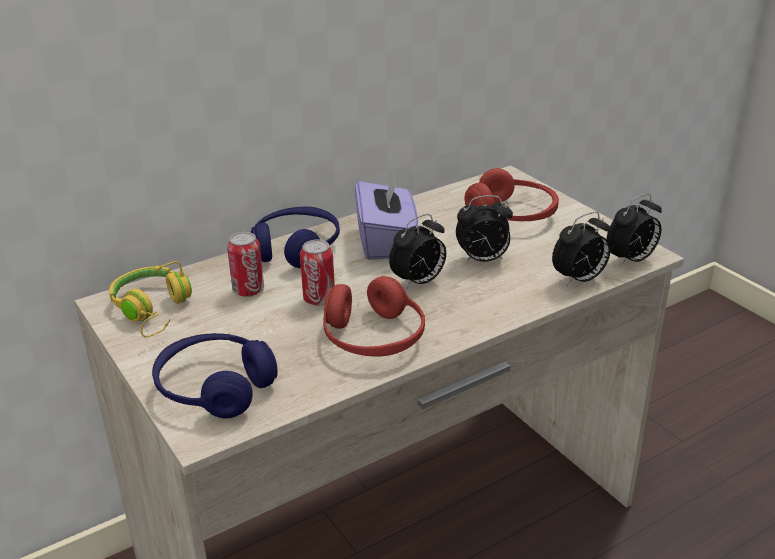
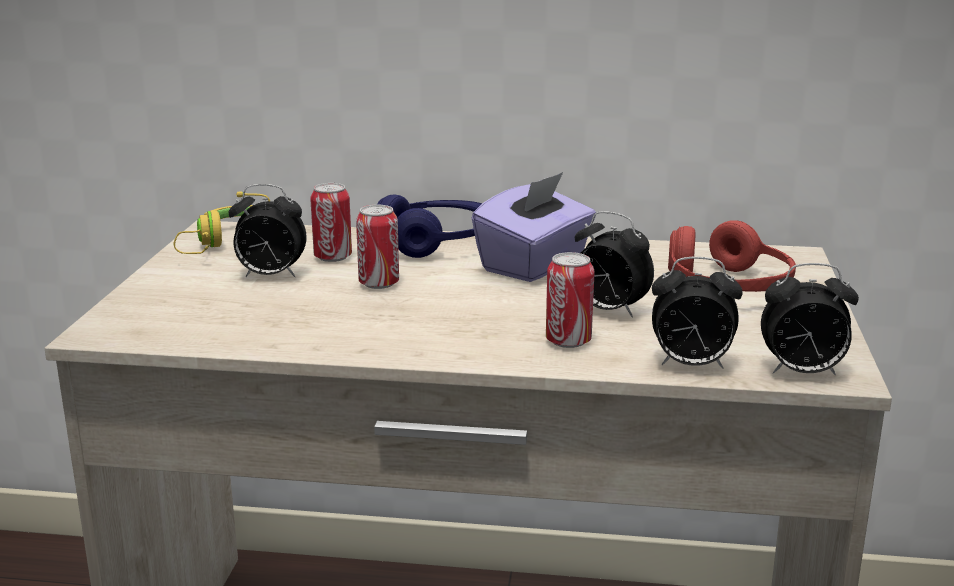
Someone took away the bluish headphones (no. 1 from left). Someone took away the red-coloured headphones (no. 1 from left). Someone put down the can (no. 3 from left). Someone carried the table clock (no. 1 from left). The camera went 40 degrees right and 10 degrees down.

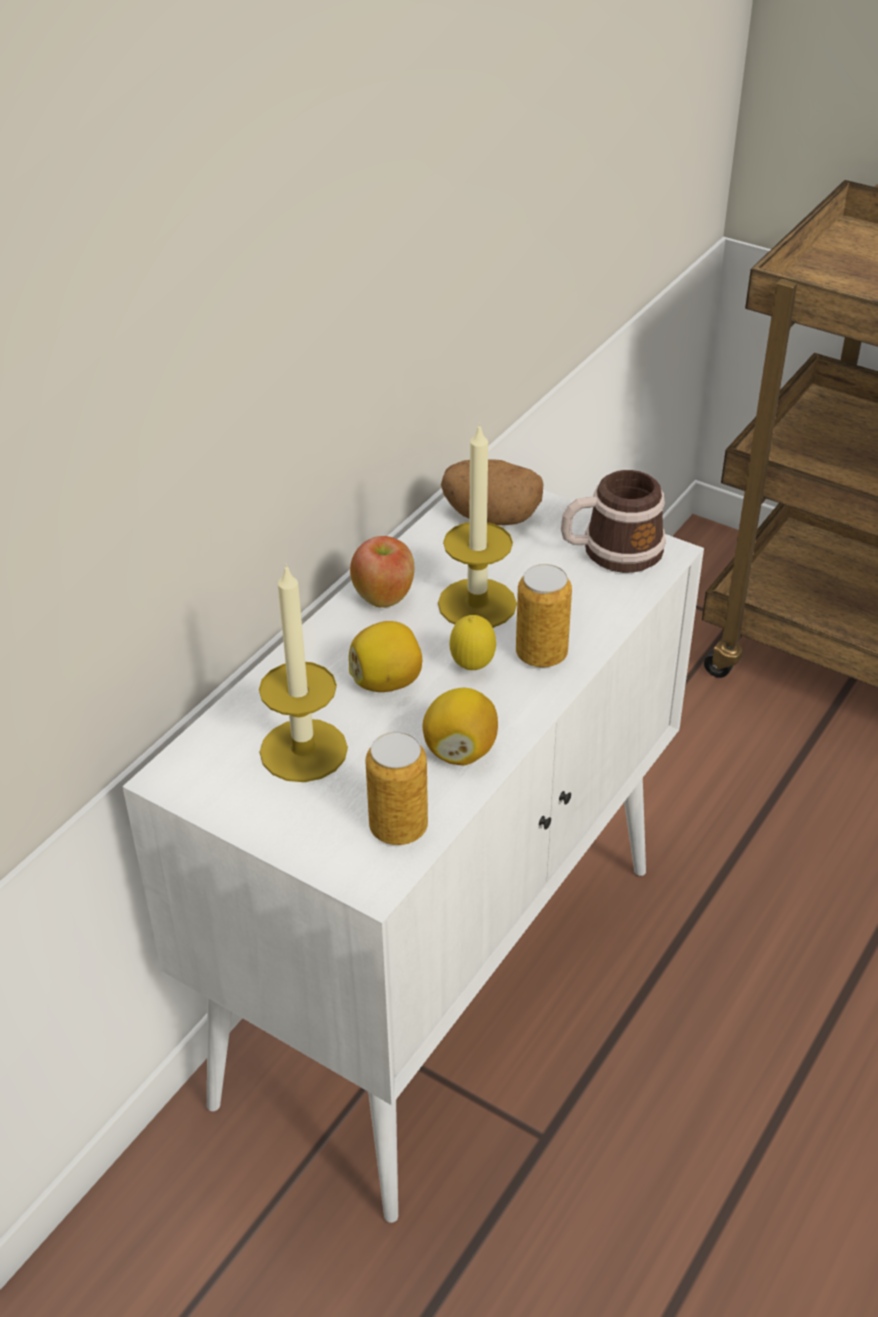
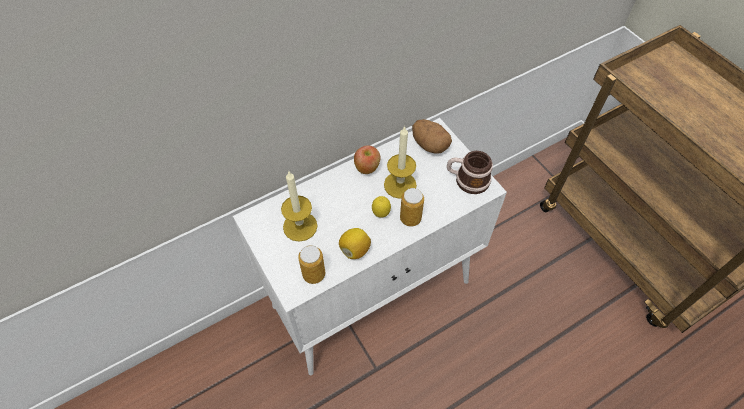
Someone took away the whole lemon (no. 1 from left). The camera went 25 degrees right and 15 degrees up.

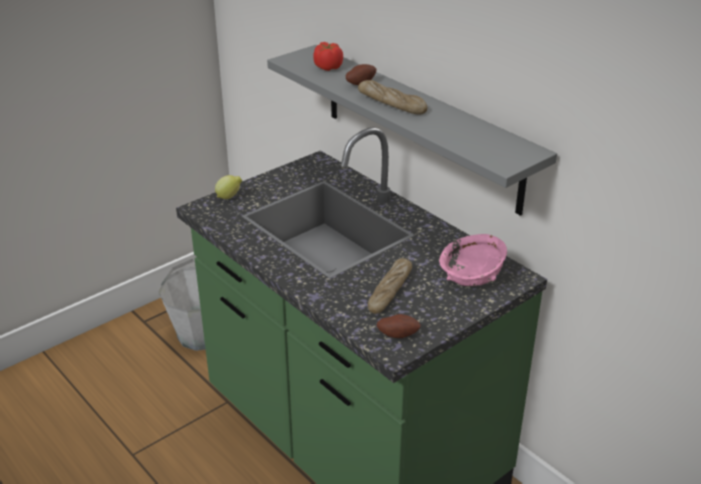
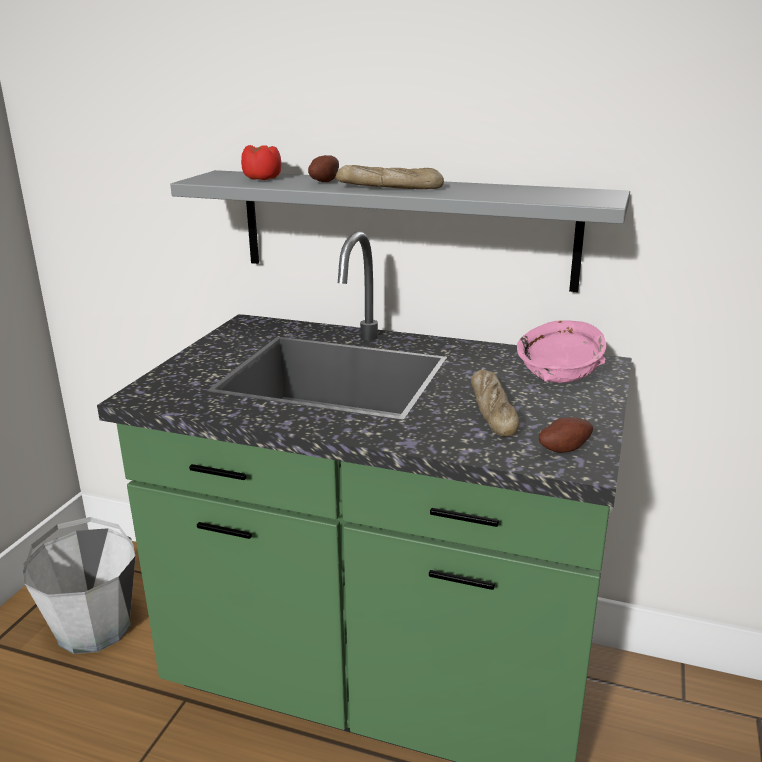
Someone took away the whole lemon. The camera went 30 degrees left and 10 degrees down.

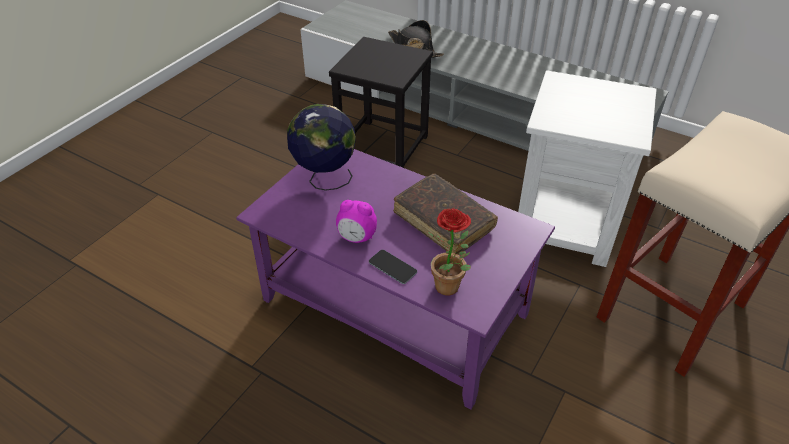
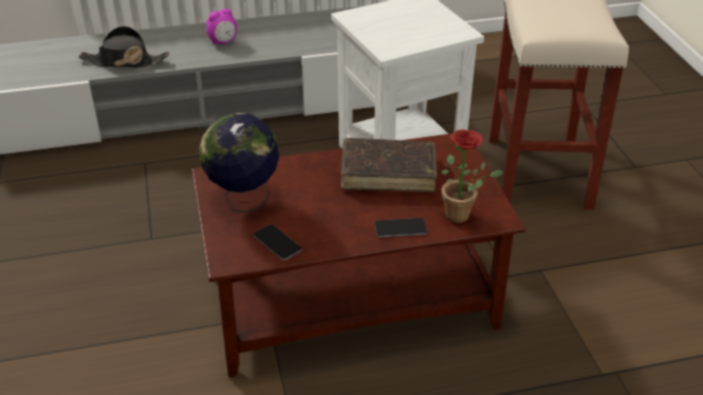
Someone took away the black sitting stool. Someone put down the telephone (no. 1 from left). Someone carried the table clock. Someone repainted the purple coffee table, which became the brownish coffee table. The camera went 45 degrees left and 5 degrees down.

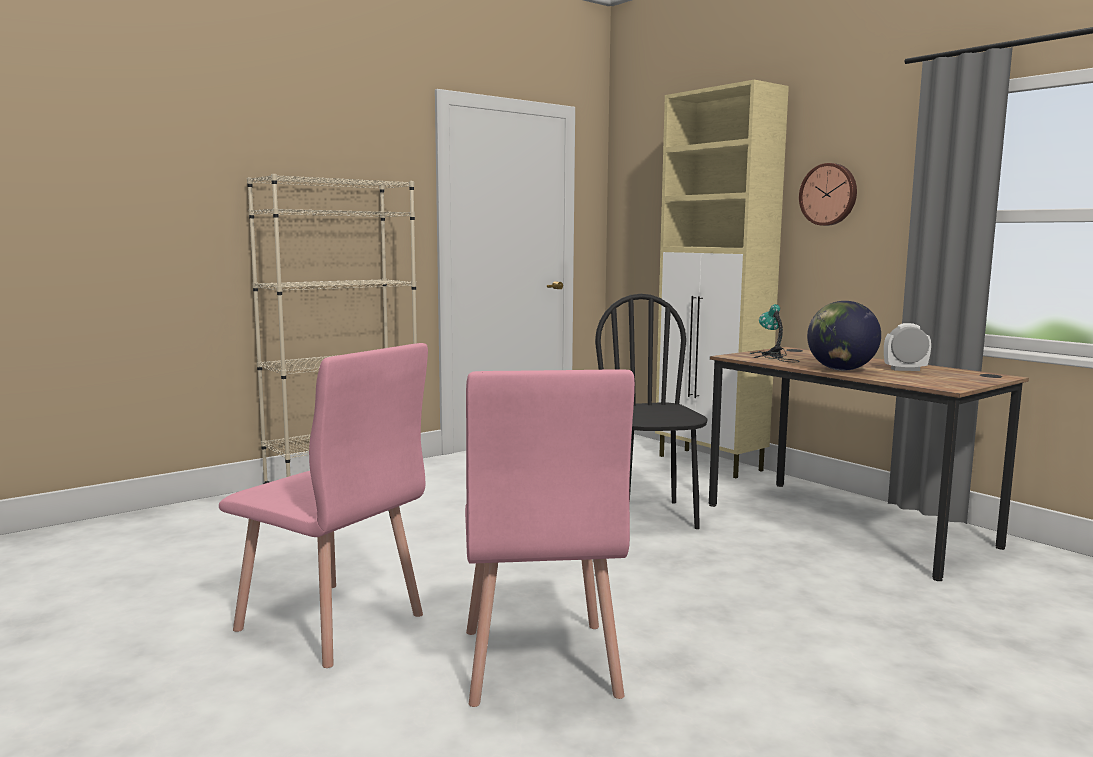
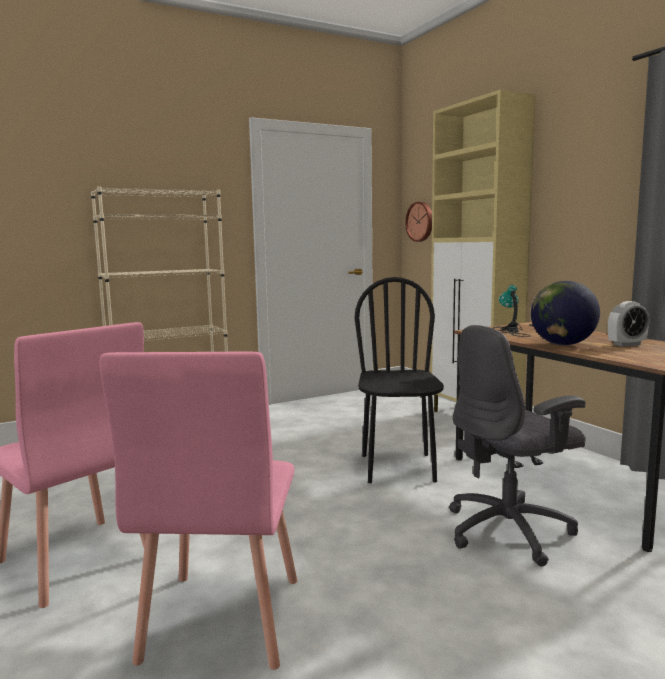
Someone put down the grey desk chair. Someone carried the clock on the wall. Someone rotated the table clock by 150 degrees clockwise. The camera went 10 degrees right and 0 degrees up.

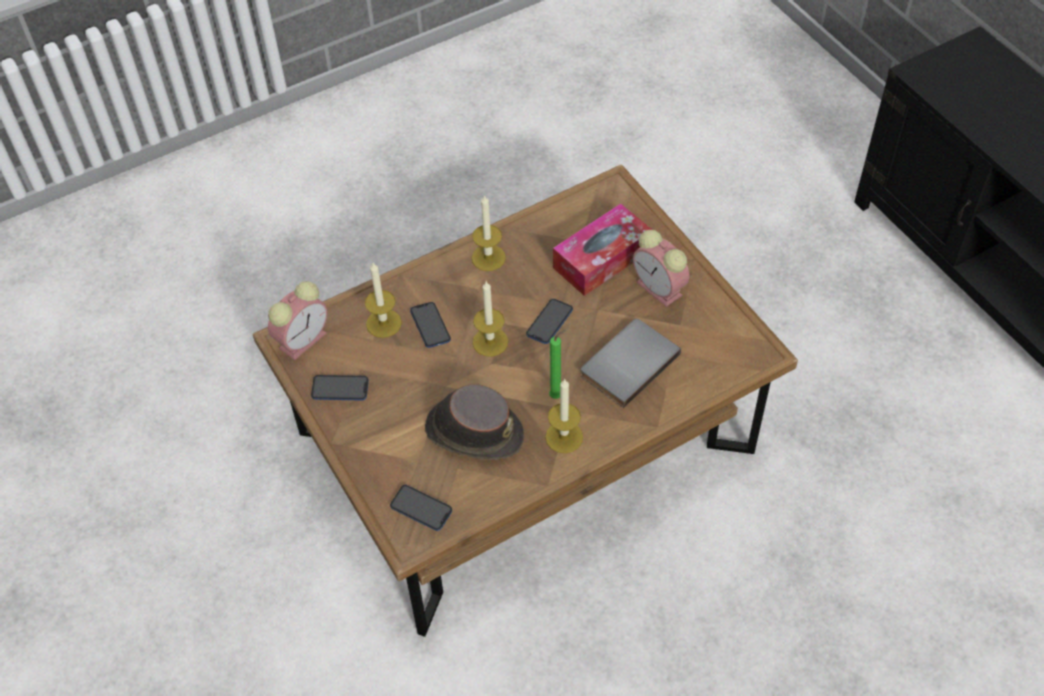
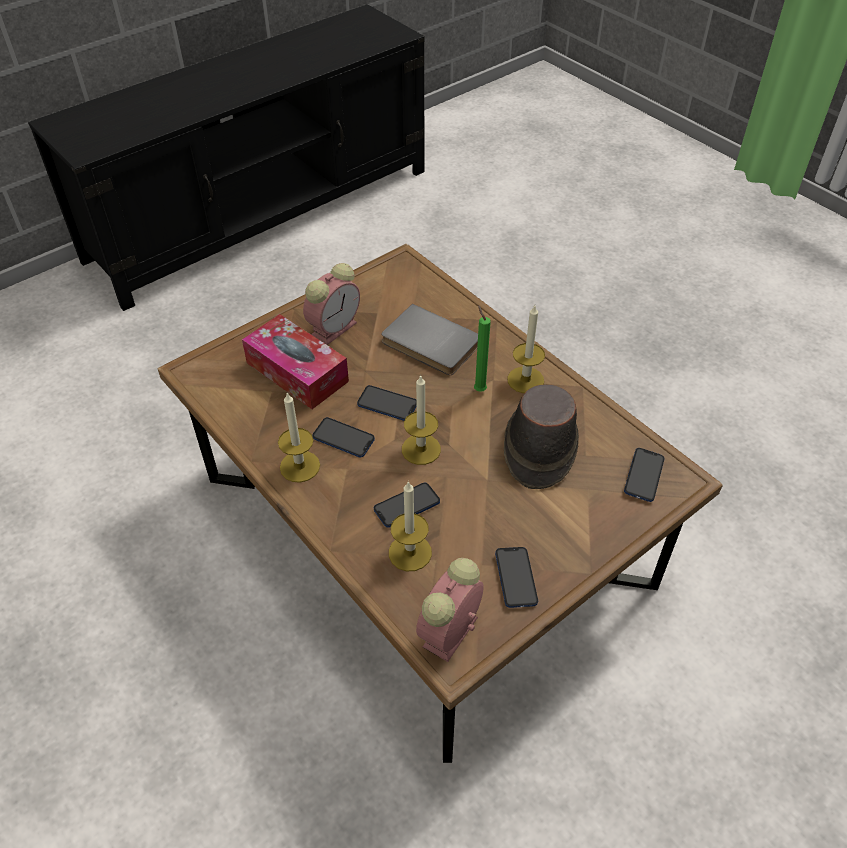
Someone put down the telephone (no. 1 from left). Someone rotated the table clock (no. 1 from left in the first image) by 90 degrees counterclockwise. The camera went 100 degrees left and 5 degrees down.

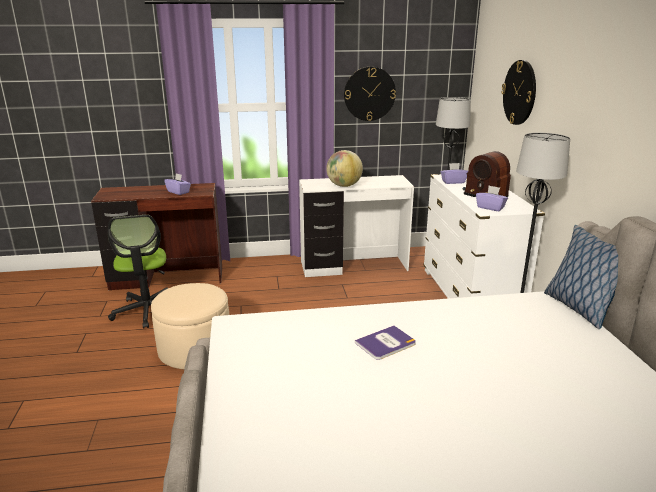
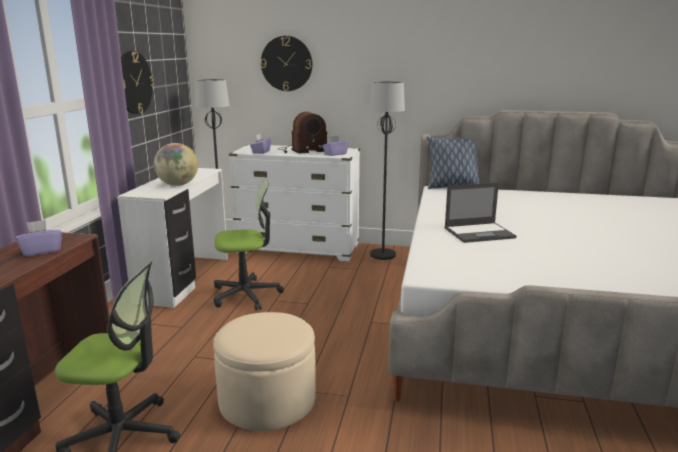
Someone put down the desk chair (no. 2 from left). Someone swapped the book for the portable computer. The camera went 70 degrees left and 5 degrees down.

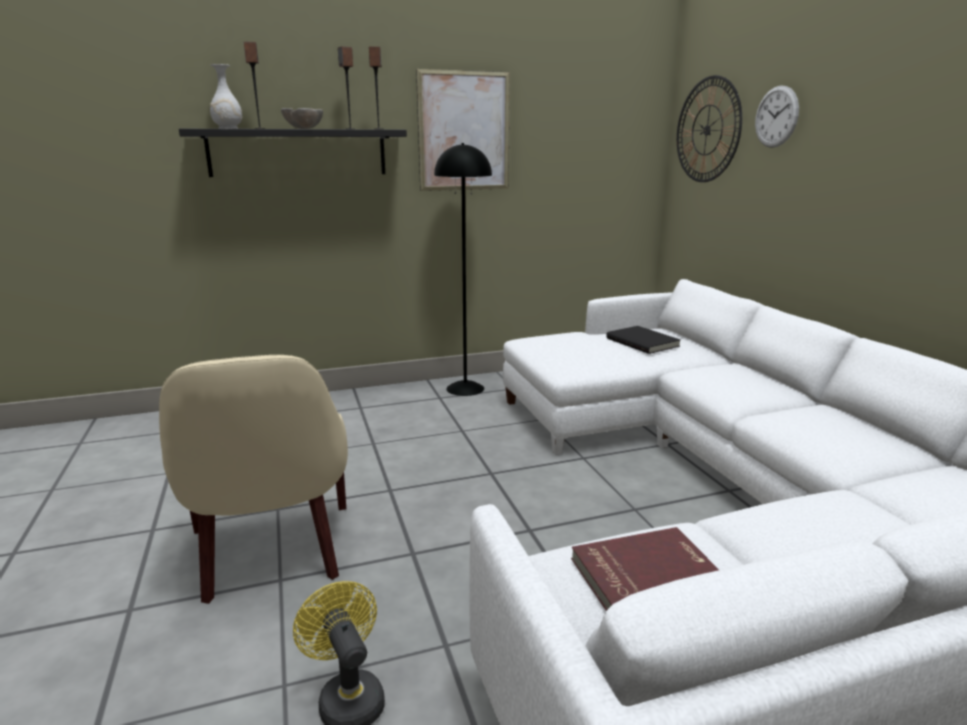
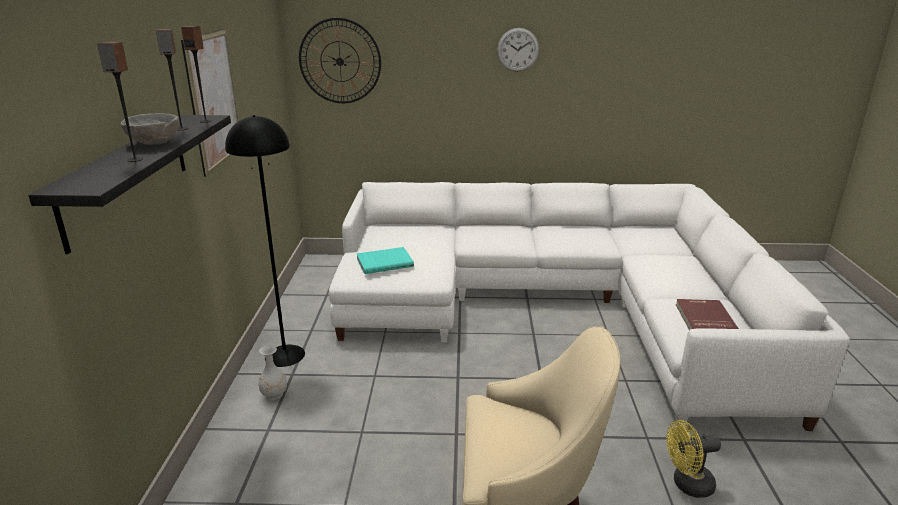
Someone took away the black book. Someone put down the turquoise-coloured book. Someone carried the whitish vase. Someone carried the clock on the wall (no. 2 from left). The camera went 70 degrees left and 5 degrees up.

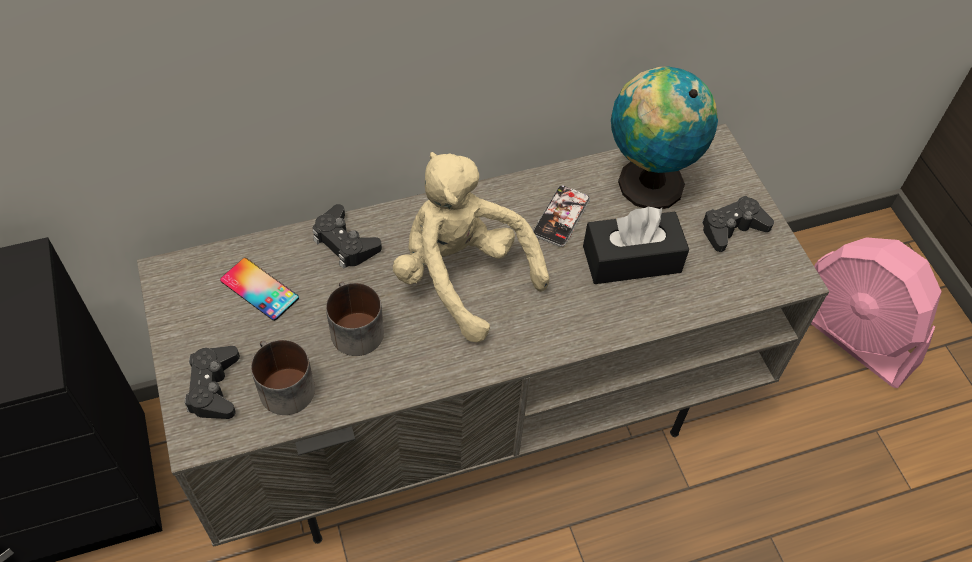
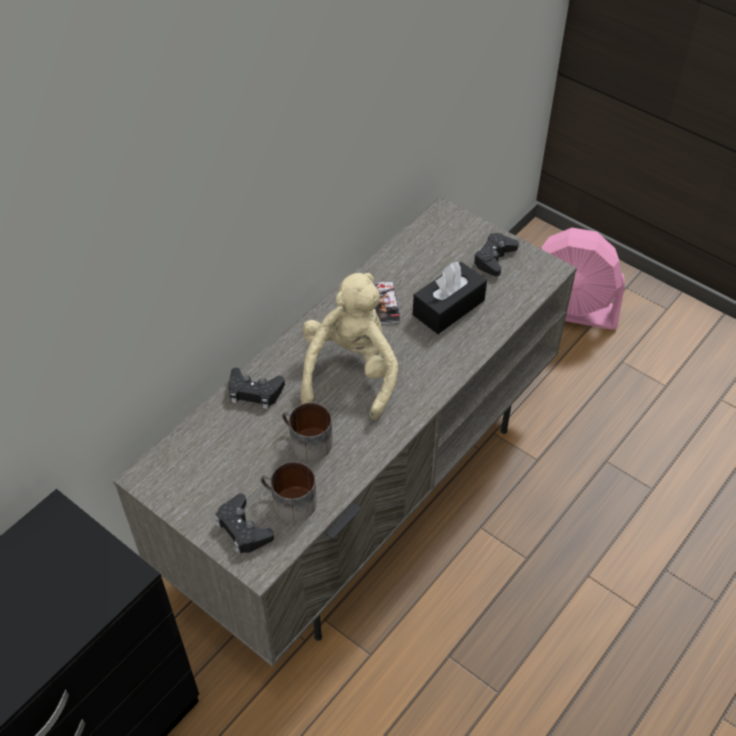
Someone took away the telephone (no. 1 from left). Someone took away the world globe. Someone rotated the beige-coloured plush toy by 90 degrees clockwise. The camera went 30 degrees left and 5 degrees down.

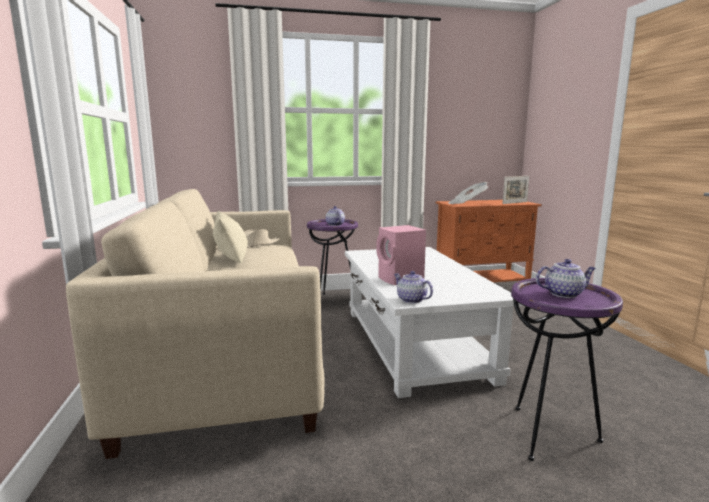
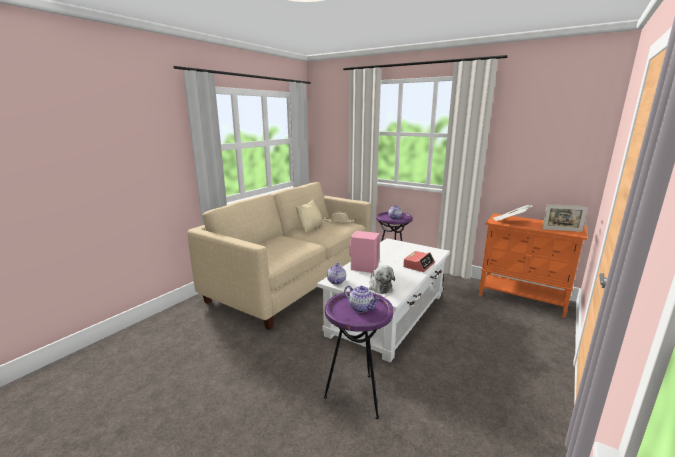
Someone put down the plush toy. Someone put down the table clock. The camera went 45 degrees right and 5 degrees up.

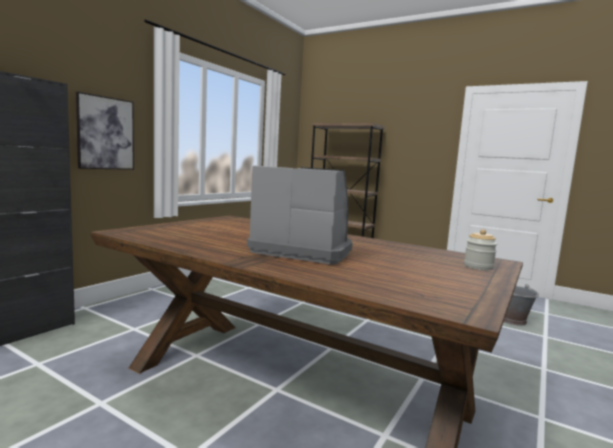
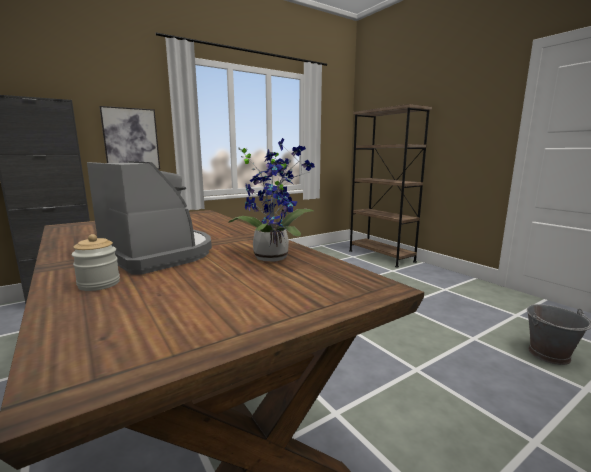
Someone put down the houseplant. Someone carried the jar. The camera went 25 degrees right and 5 degrees up.

